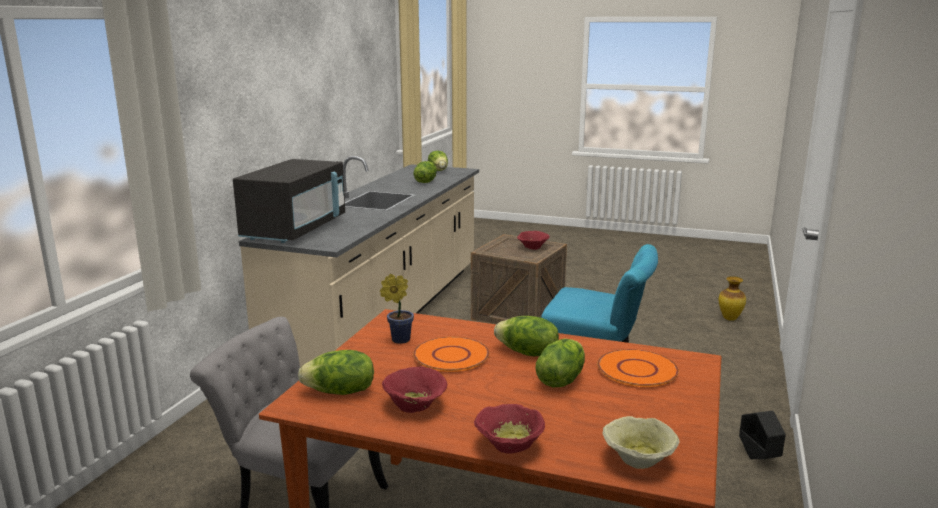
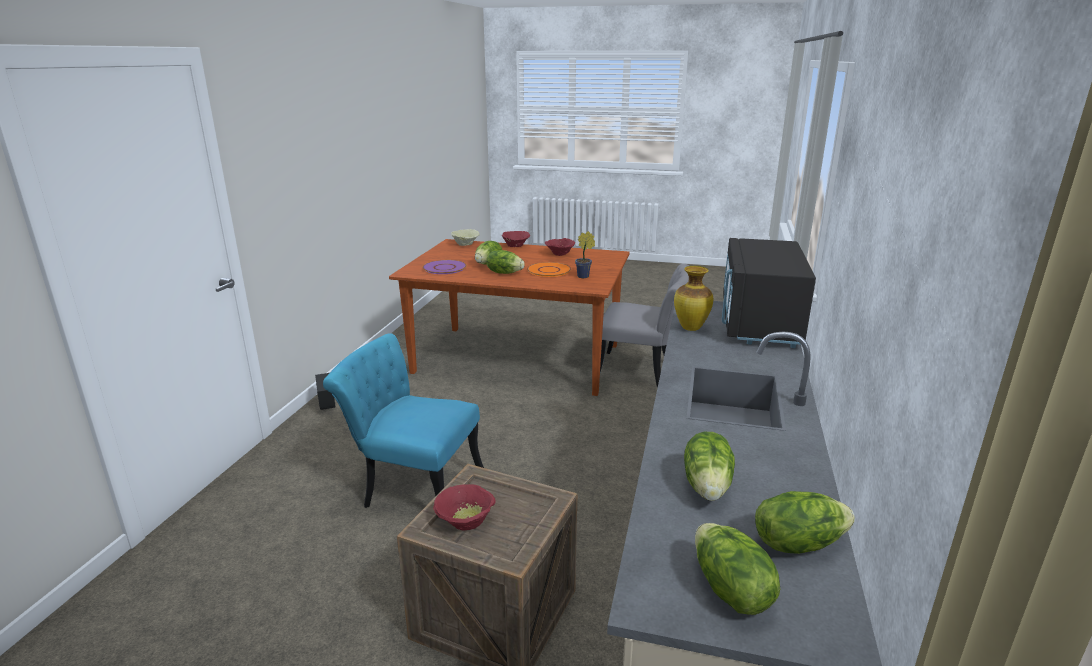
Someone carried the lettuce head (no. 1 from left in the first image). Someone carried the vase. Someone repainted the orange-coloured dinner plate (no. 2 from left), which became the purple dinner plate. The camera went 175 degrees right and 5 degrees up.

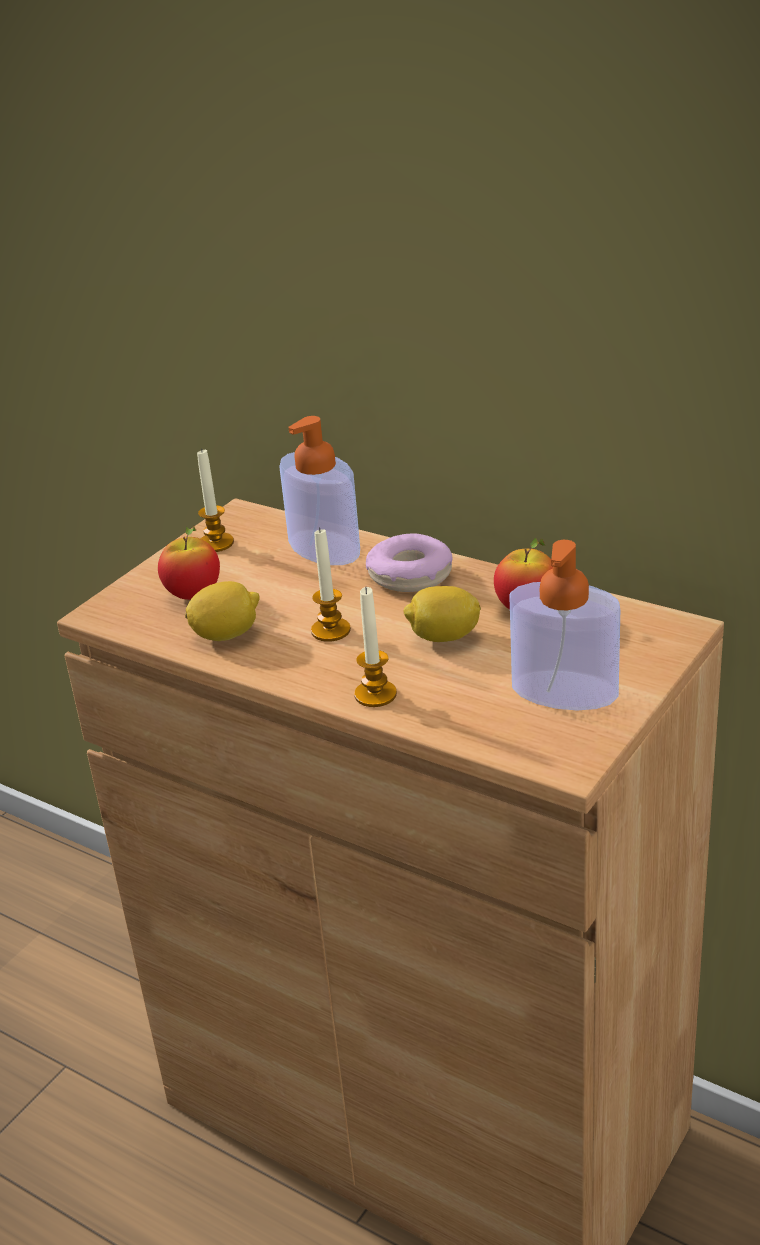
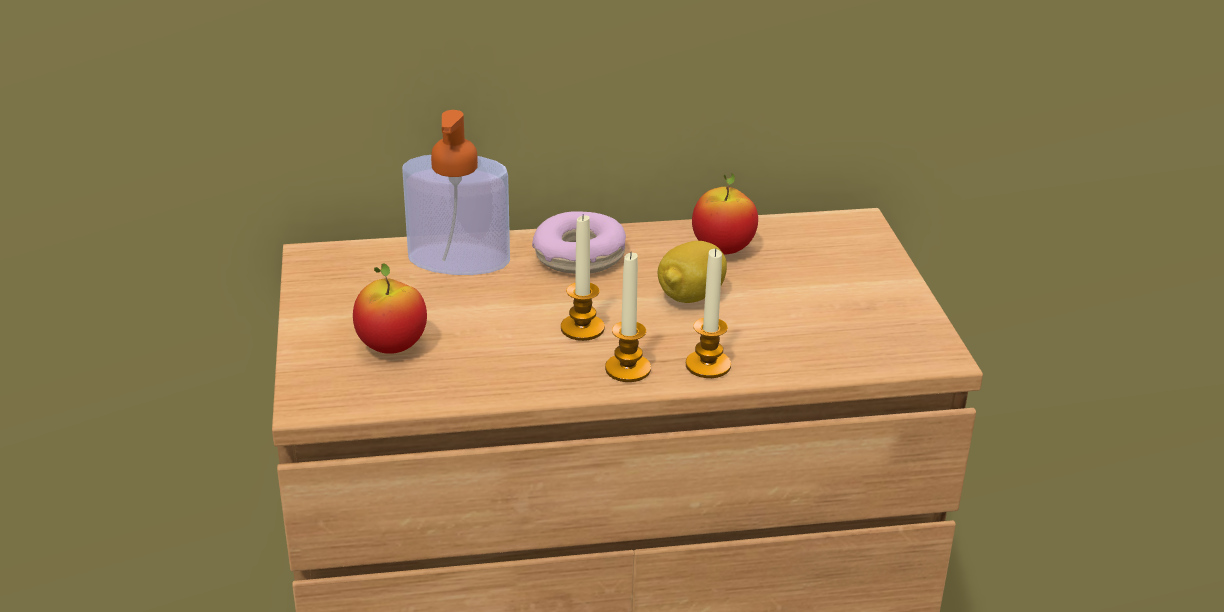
Someone took away the whole lemon (no. 1 from left). Someone took away the liquid soap bottle (no. 2 from left). Someone carried the wax light (no. 1 from left in the first image). The camera went 45 degrees left and 0 degrees up.

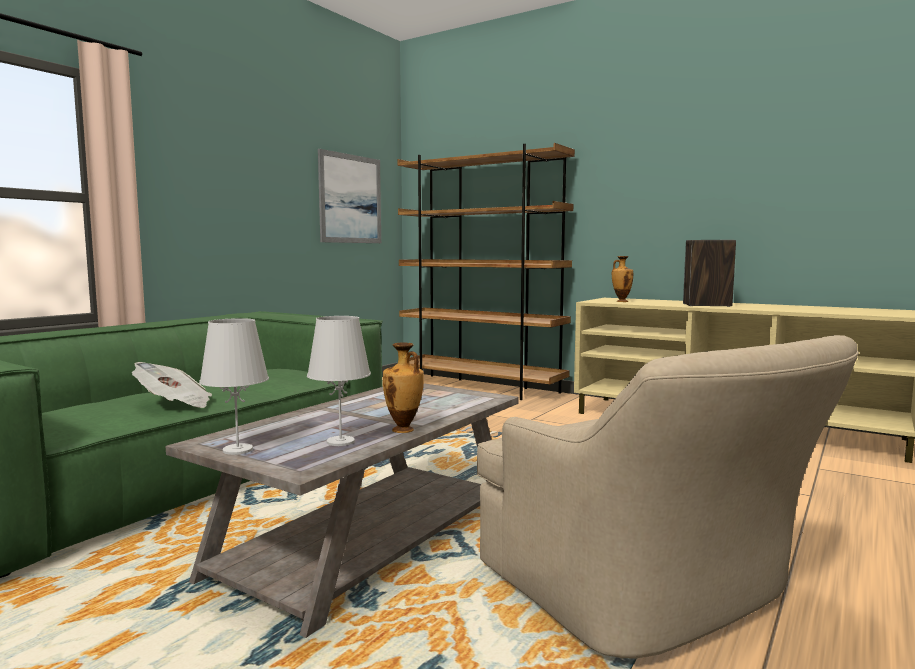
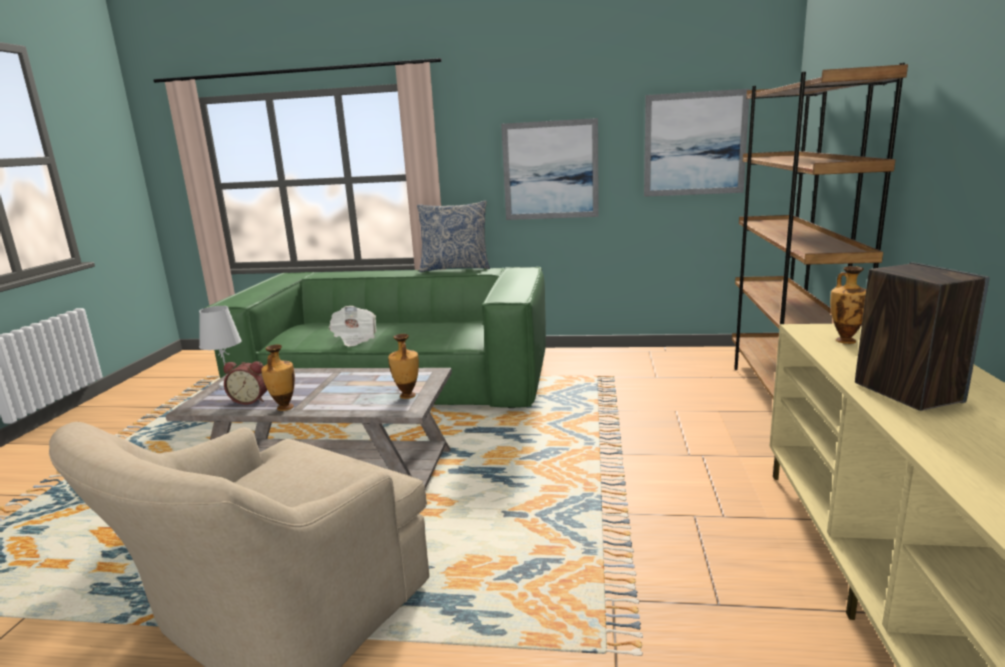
Someone put down the vase (no. 2 from left). Someone put down the pillow. Someone put up the picture (no. 1 from left). Someone swapped the whitish lamp for a table (no. 2 from left) for the table clock. The camera went 65 degrees right and 10 degrees up.

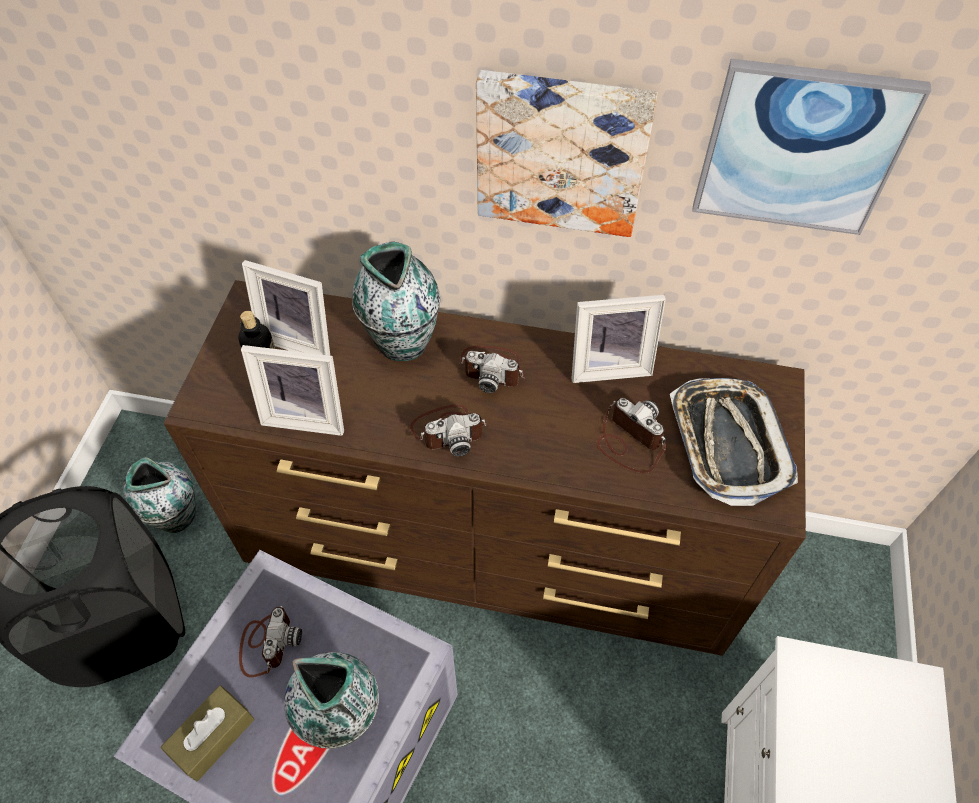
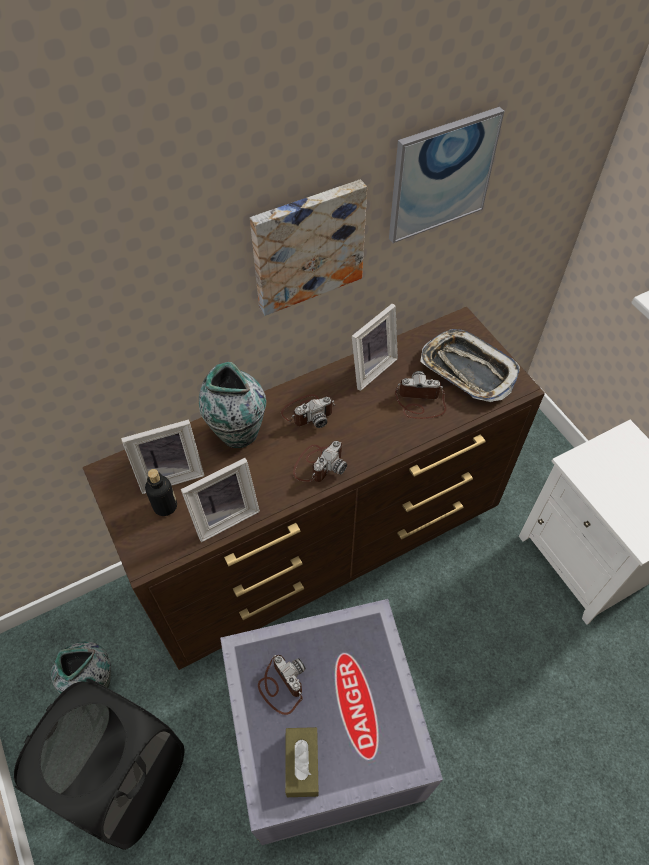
Someone took away the vase (no. 2 from left). The camera went 40 degrees left and 0 degrees up.

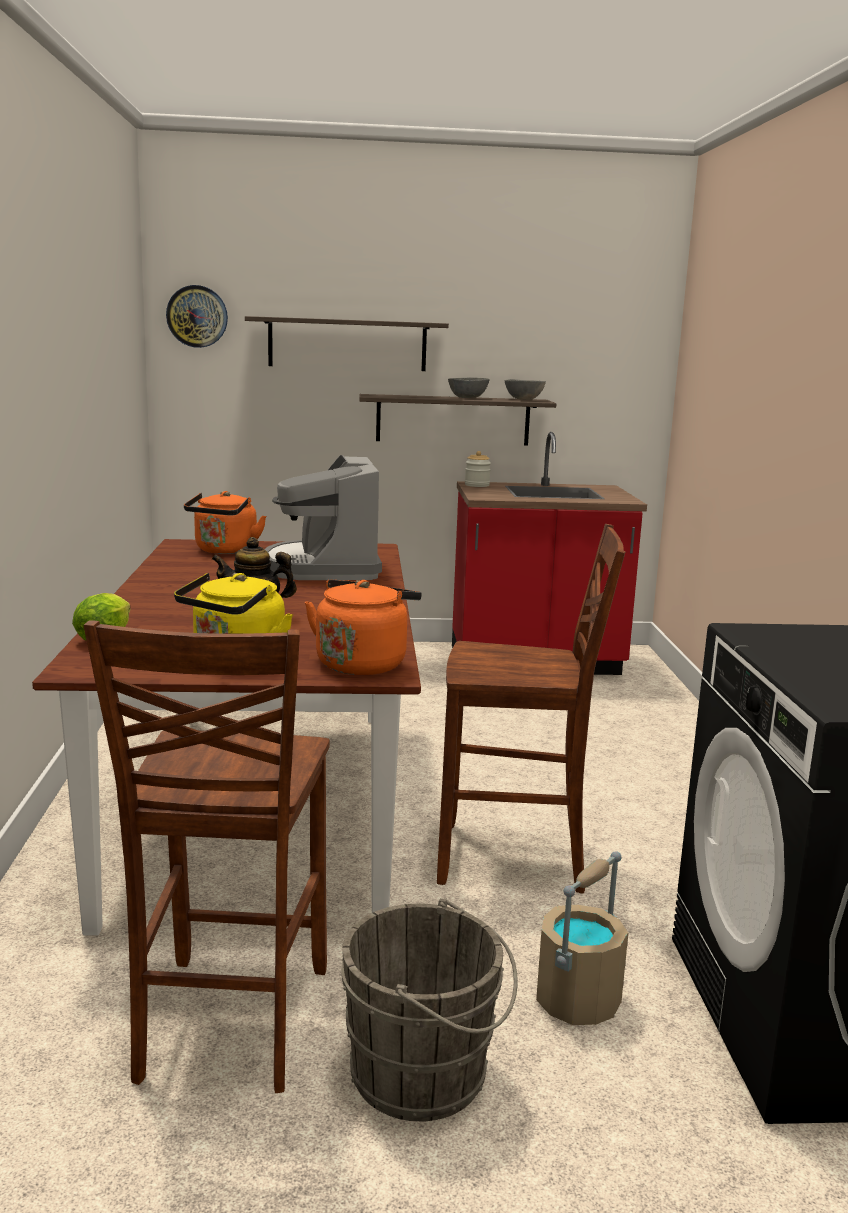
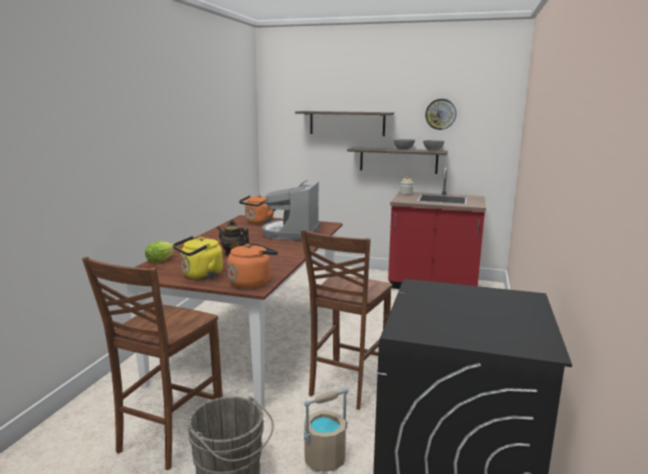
Someone carried the clock on the wall. Someone rotated the brownish chair (no. 2 from left) by 90 degrees clockwise. The camera went 20 degrees right and 0 degrees up.

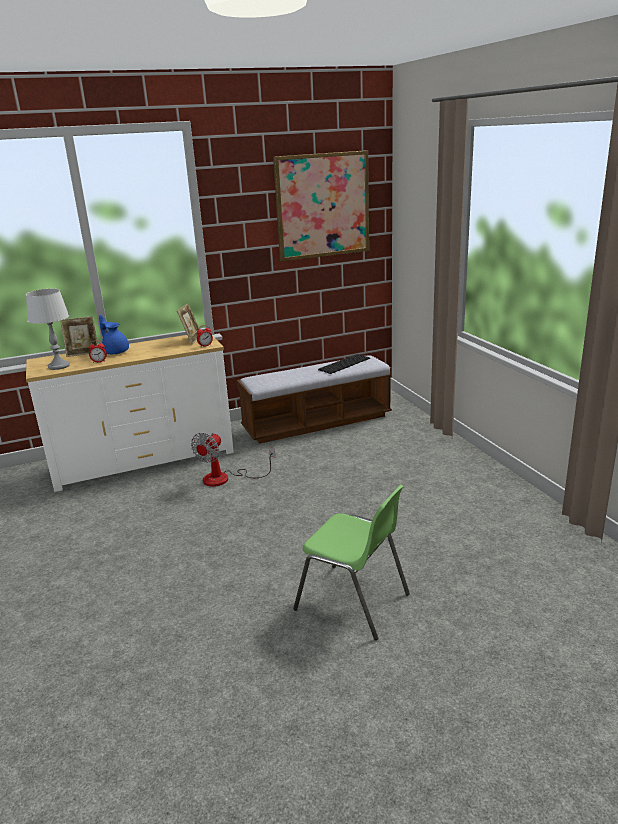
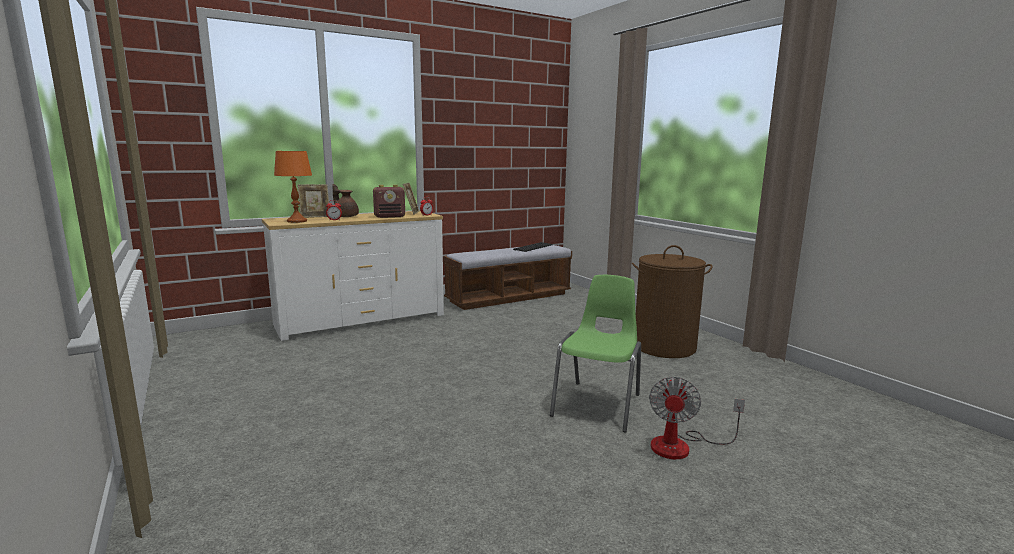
Someone took away the picture. Someone put down the radio. Someone put down the brownish washing basket. Someone carried the cooling fan. Someone repainted the grey lamp for a table, which became the orange-coloured lamp for a table. Someone repainted the bluish pot for tea, which became the brownish pot for tea. Someone rotated the greenish chair by 90 degrees counterclockwise. The camera went 10 degrees left and 10 degrees down.

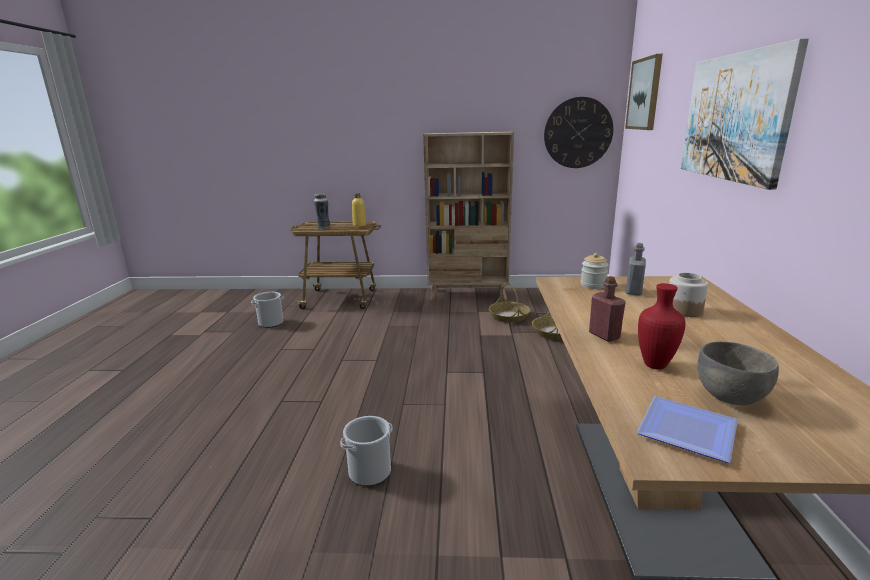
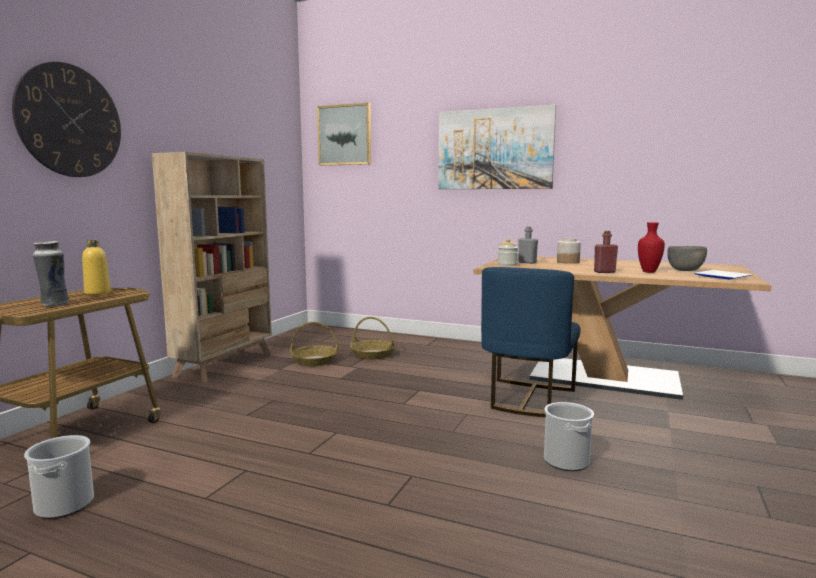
Someone put down the bluish chair. Someone carried the clock on the wall. The camera went 70 degrees left and 10 degrees down.

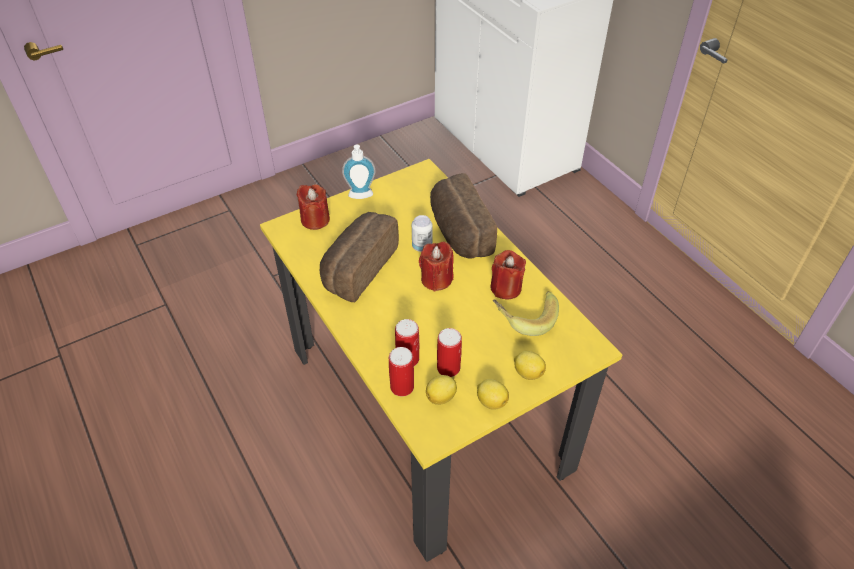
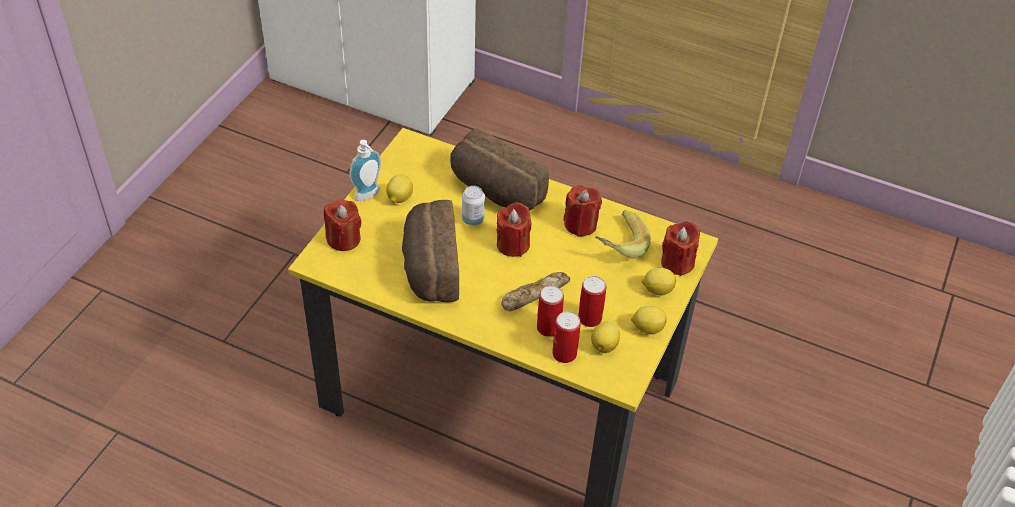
Someone put down the whole lemon (no. 1 from left). Someone put down the bread (no. 3 from left). Someone put down the red-coloured wax light (no. 4 from left). The camera went 35 degrees left and 0 degrees up.

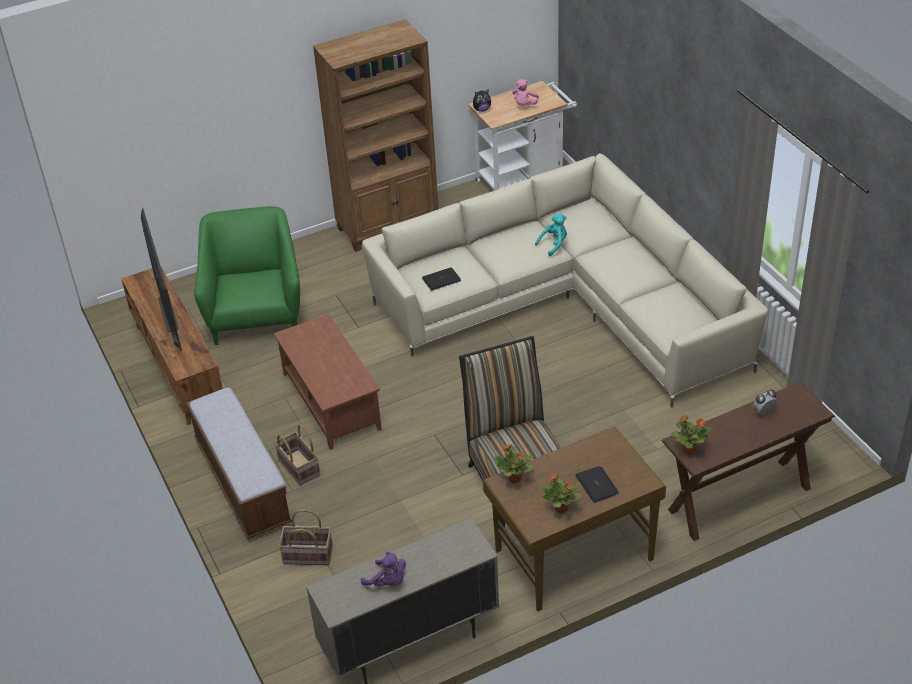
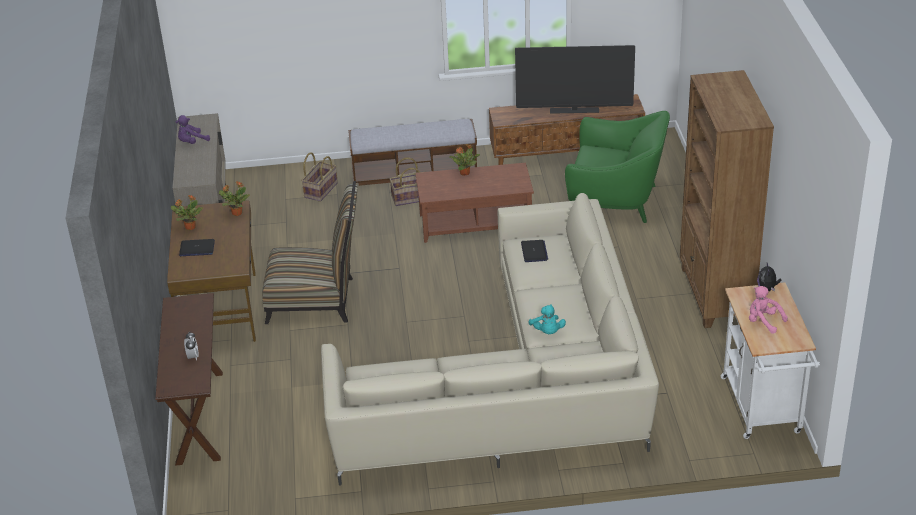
Someone carried the houseplant (no. 3 from left). The camera went 110 degrees right and 5 degrees down.

